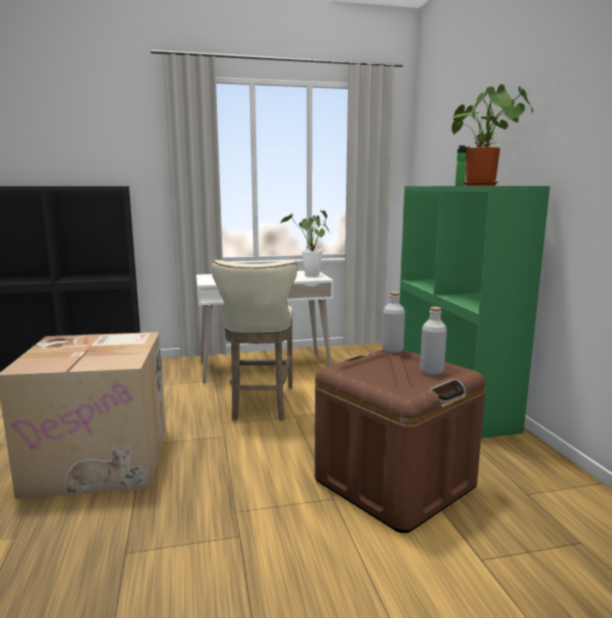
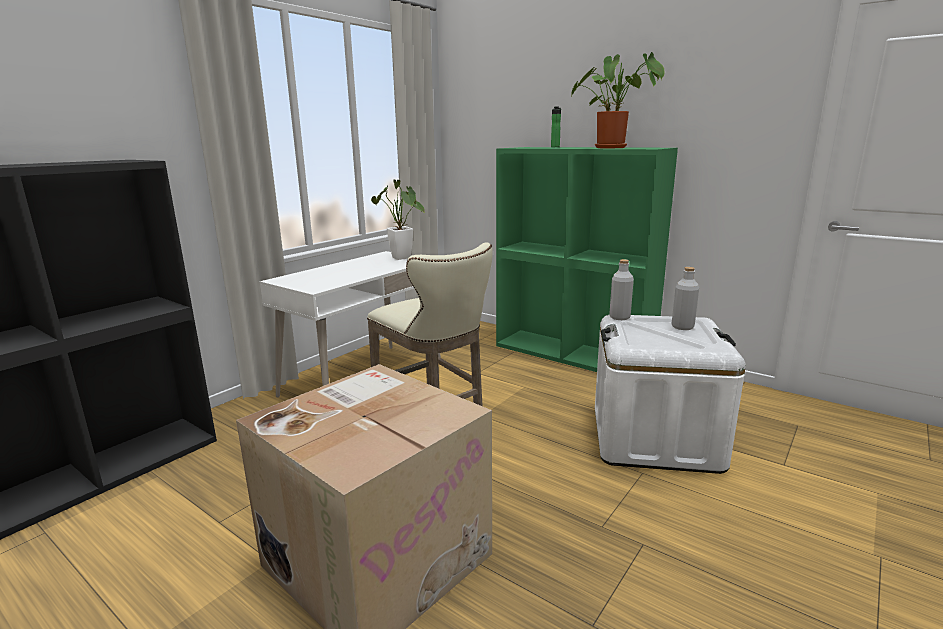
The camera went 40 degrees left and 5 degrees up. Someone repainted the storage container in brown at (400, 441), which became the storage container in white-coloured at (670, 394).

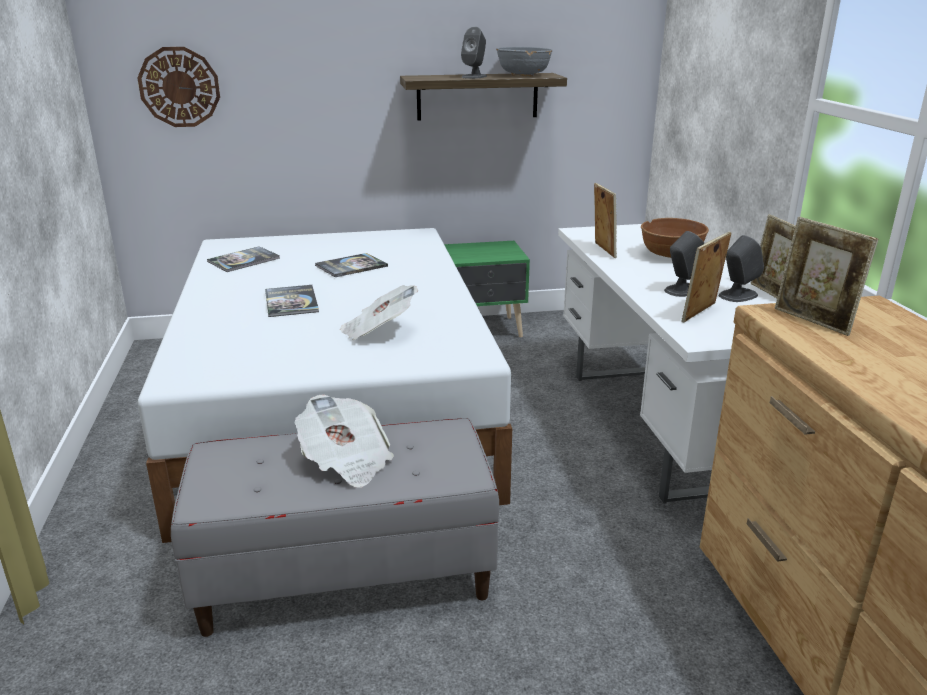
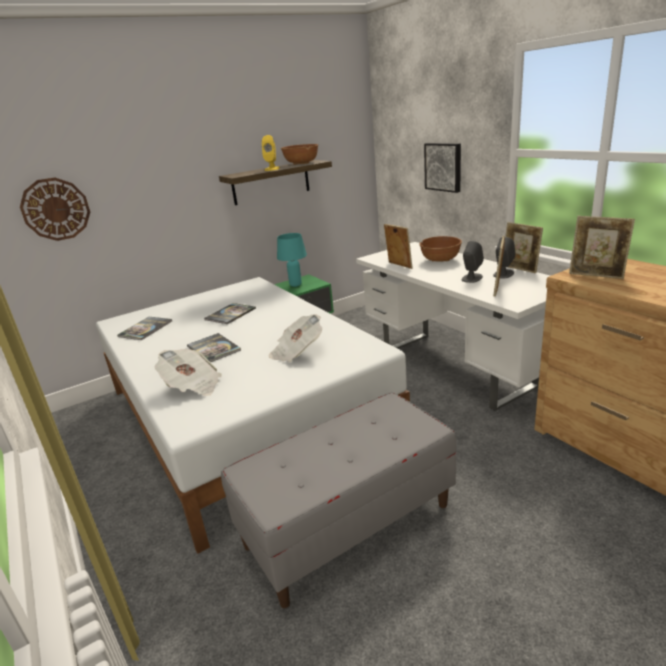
The camera went 20 degrees left and 0 degrees up. Someone put down the tabletop lamp in turquoise at (292, 260). Someone put up the wall art at (442, 168). Someone carried the printed paper from (344, 441) to (188, 372). Someone repainted the loudspeaker in gray at (474, 53), which became the loudspeaker in yellowish at (271, 153). Someone repainted the bowl in gray at (524, 61), which became the bowl in brown at (299, 154).

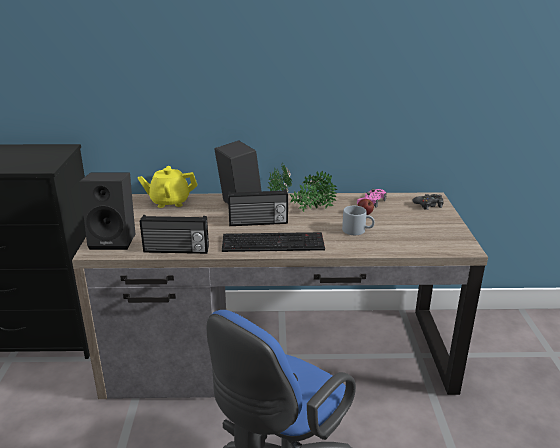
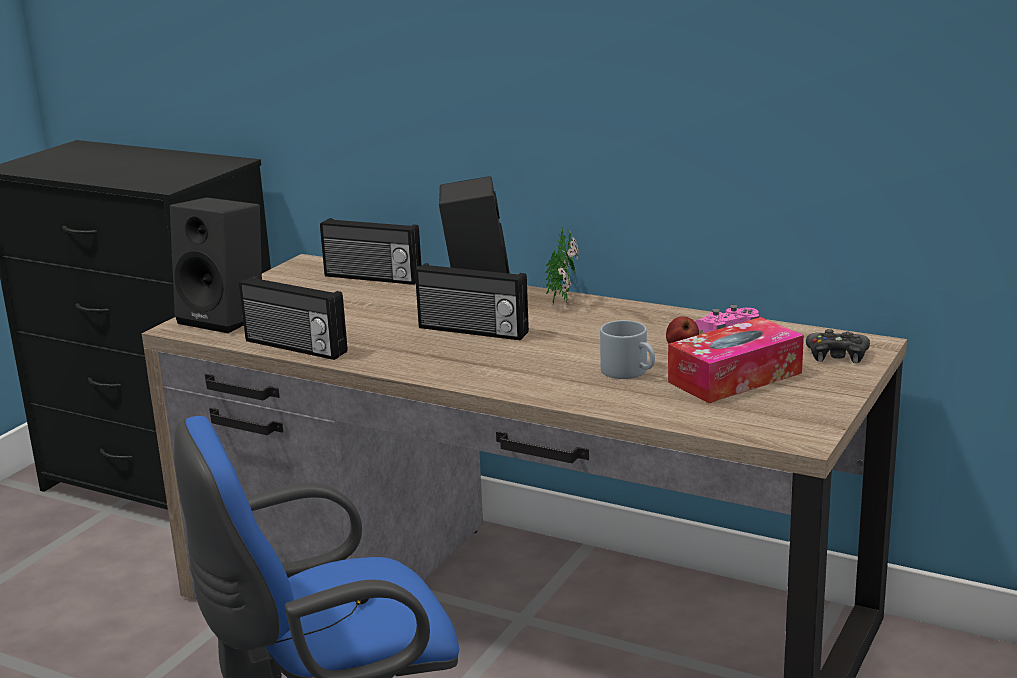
The camera went 30 degrees right and 5 degrees down. Someone took away the computer keyboard at (273, 242). Someone took away the plant in a pot at (313, 191). Someone put down the tissue box at (736, 360). Someone swapped the tea pot in yellowish at (167, 187) for the radio at (370, 251).

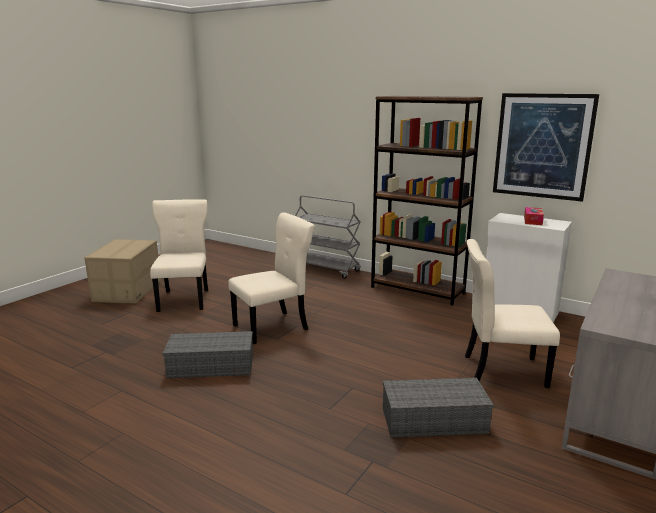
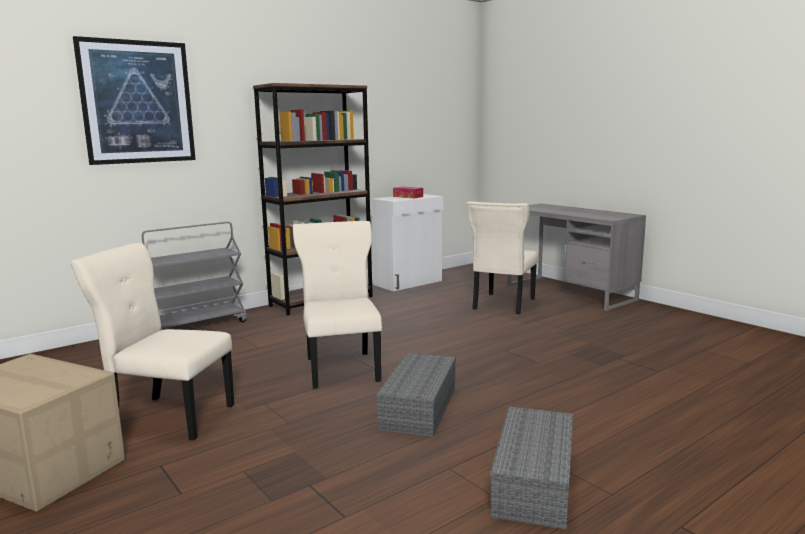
The camera went 70 degrees left and 5 degrees down. Someone carried the storage container in gray from (438, 408) to (531, 468). Someone carried the wall art from (546, 147) to (134, 100).

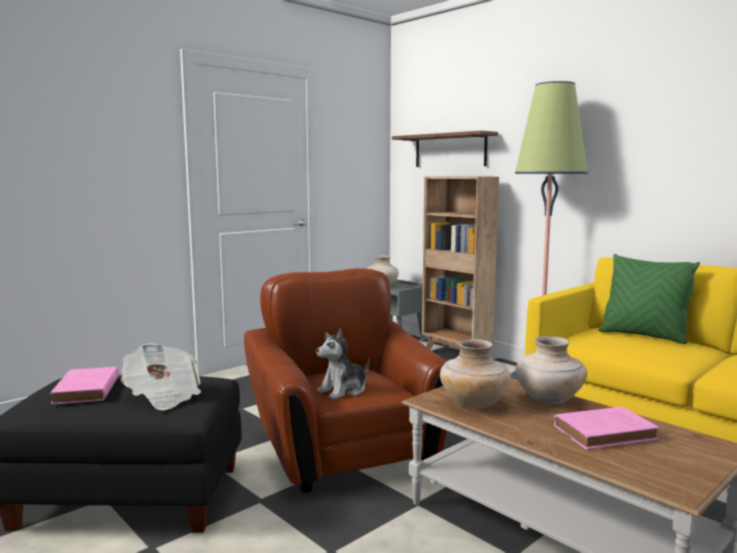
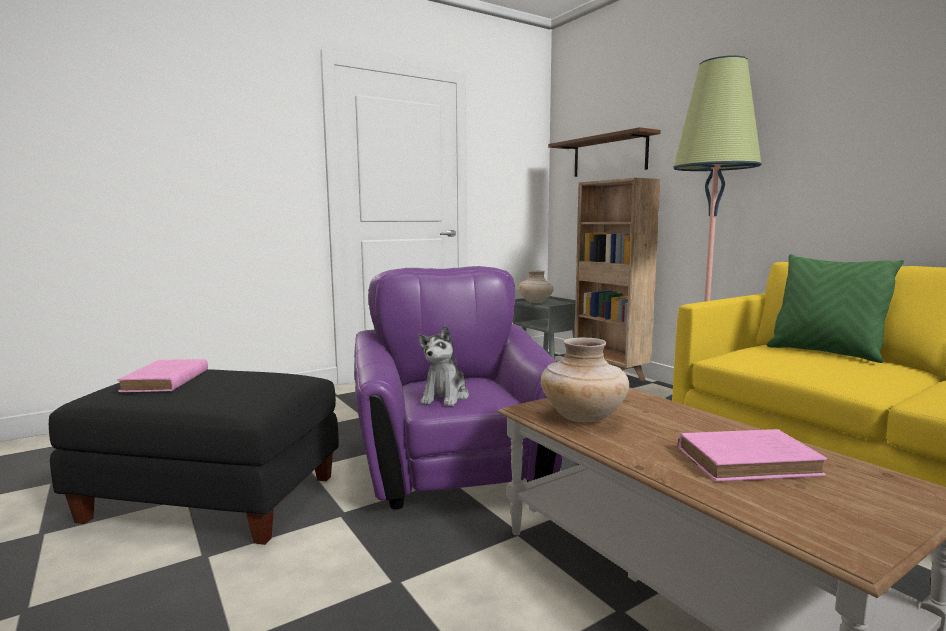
The camera went 10 degrees right and 0 degrees up. Someone took away the printed paper at (161, 377). Someone took away the decorative vase in beige-coloured at (551, 370). Someone repainted the easy chair in brown at (345, 380), which became the easy chair in purple at (458, 388). Someone rotated the soft toy at (343, 364) by 45 degrees counterclockwise.

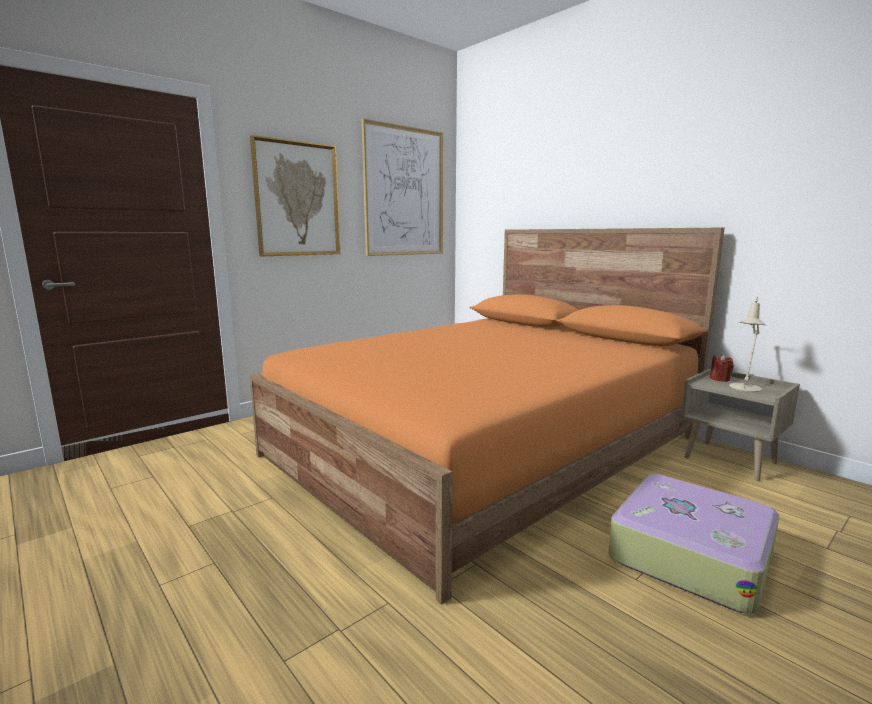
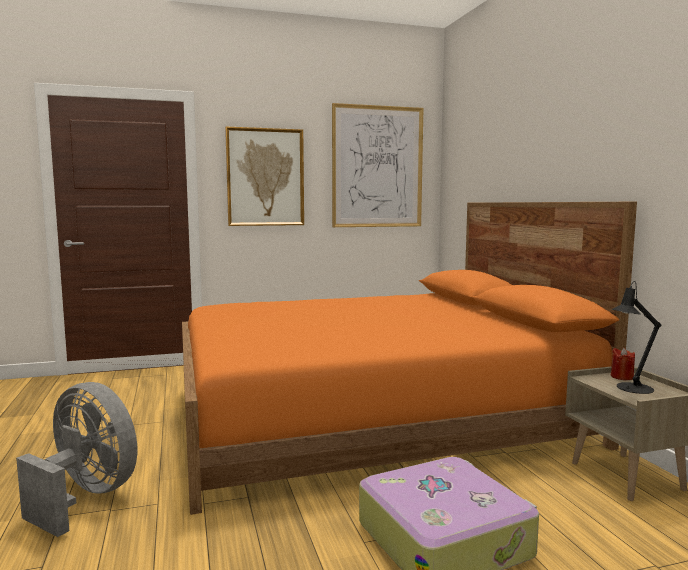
The camera went 25 degrees right and 5 degrees down. Someone put down the cooling fan in gray at (76, 459). Someone repainted the tabletop lamp in beige-coloured at (747, 344), which became the tabletop lamp in blackish at (636, 337).

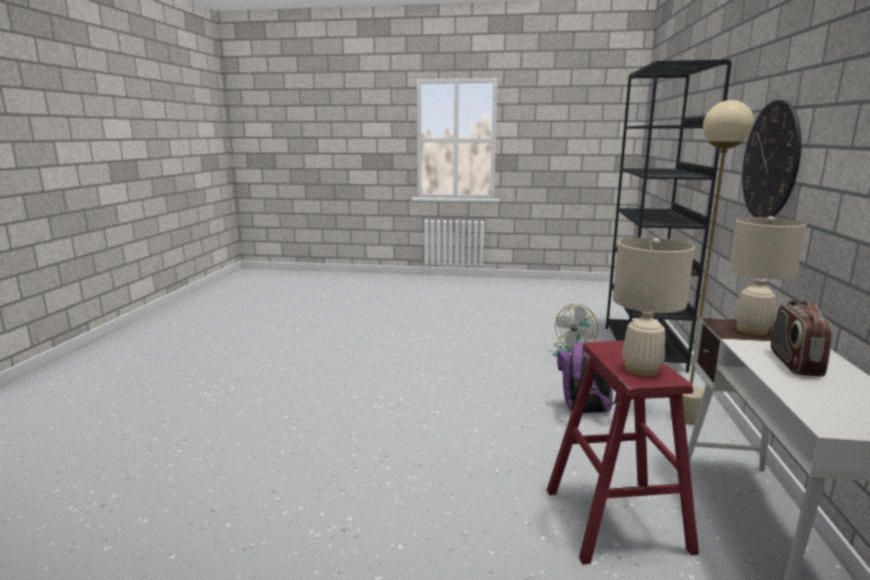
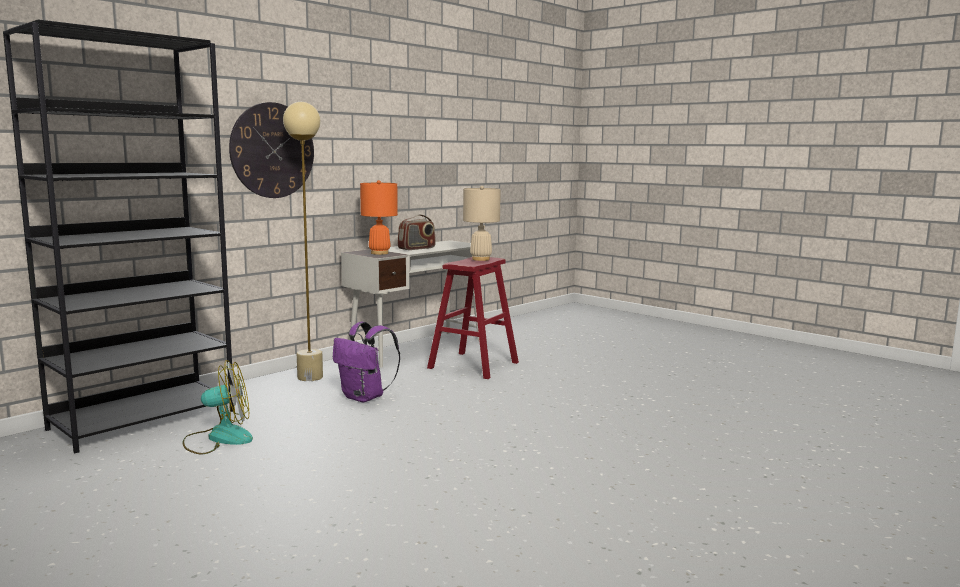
The camera went 145 degrees left and 5 degrees down. Someone repainted the tabletop lamp in beige-coloured at (768, 275), which became the tabletop lamp in orange at (379, 217).

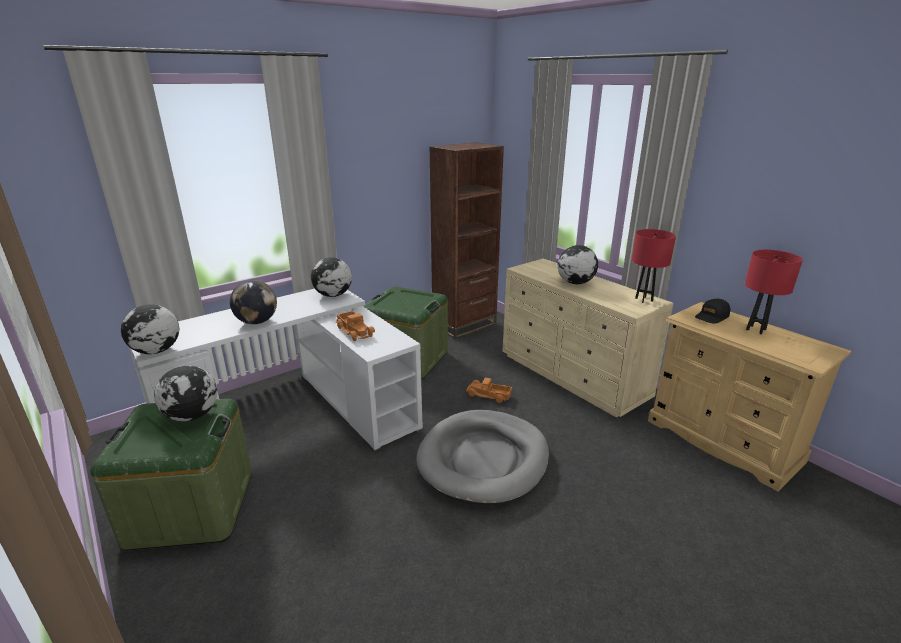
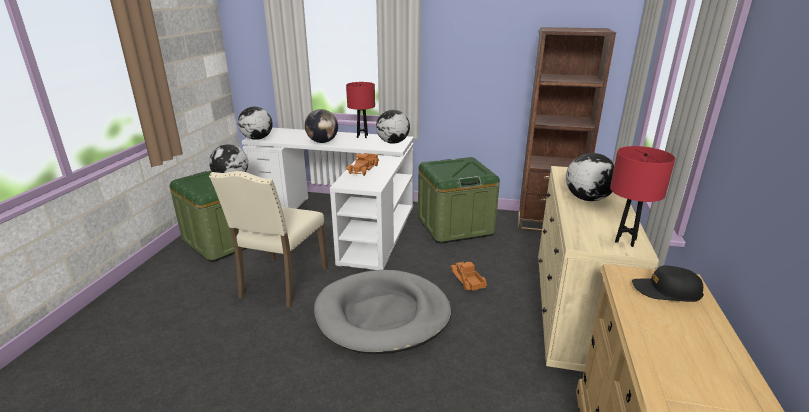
The camera went 50 degrees right and 0 degrees up. Someone put down the plain chair in beige-coloured at (268, 239). Someone carried the tabletop lamp in red from (774, 292) to (360, 110).

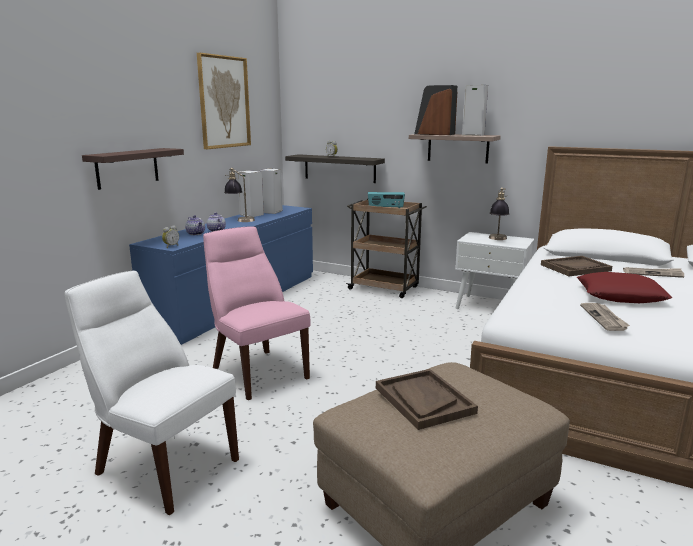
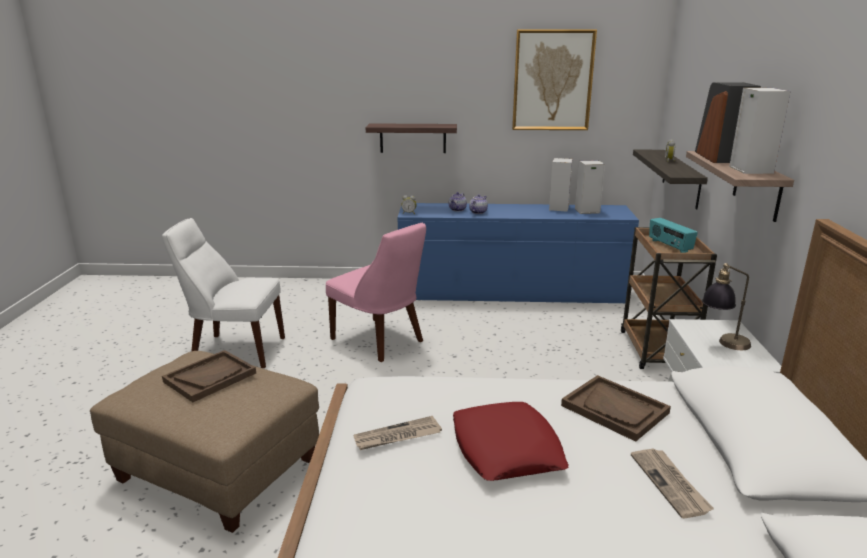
The camera went 65 degrees right and 5 degrees up. Someone took away the tabletop lamp at (239, 195). Someone rotated the plain chair in white-coloured at (152, 392) by 90 degrees counterclockwise. Someone rotated the plain chair in pinkish at (257, 313) by 105 degrees clockwise.

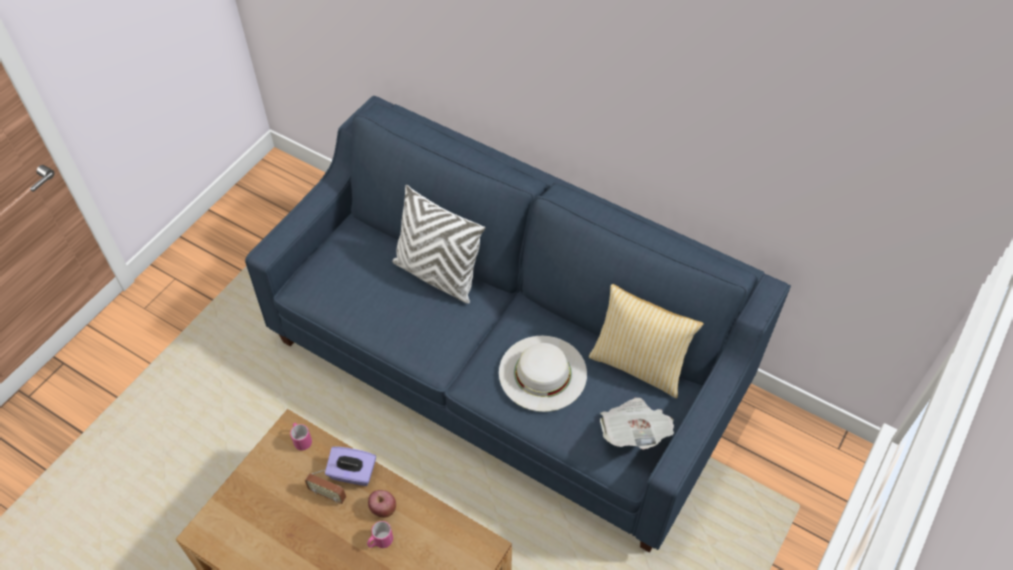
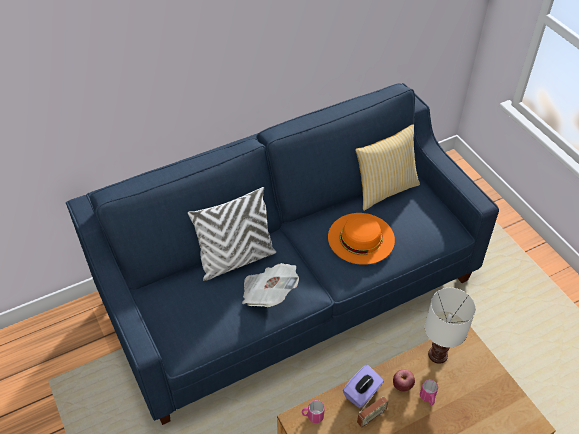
The camera went 60 degrees left and 5 degrees down. Someone put down the tabletop lamp in white-coloured at (450, 326). Someone carried the printed paper from (637, 423) to (270, 285). Someone repainted the wearable hat in white-coloured at (543, 374), which became the wearable hat in orange at (361, 239).

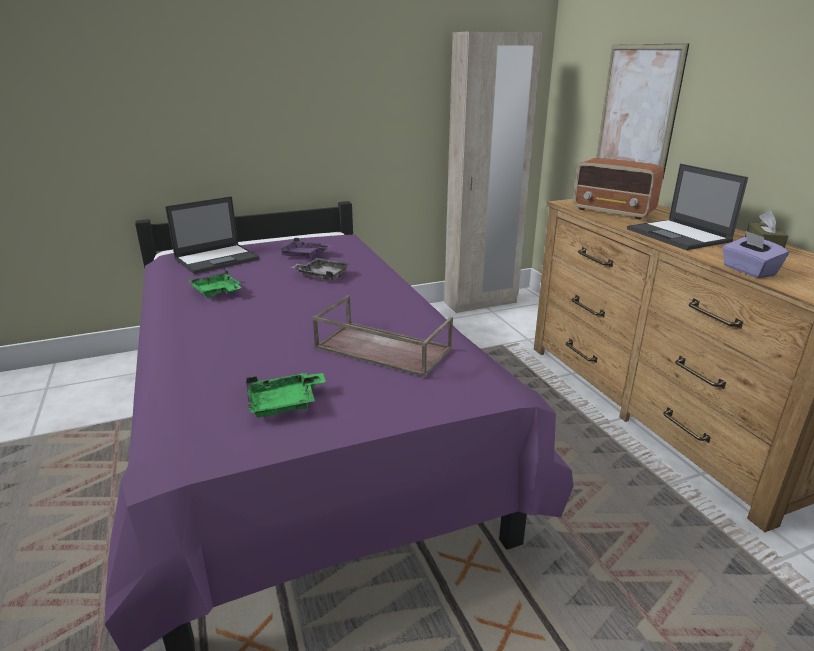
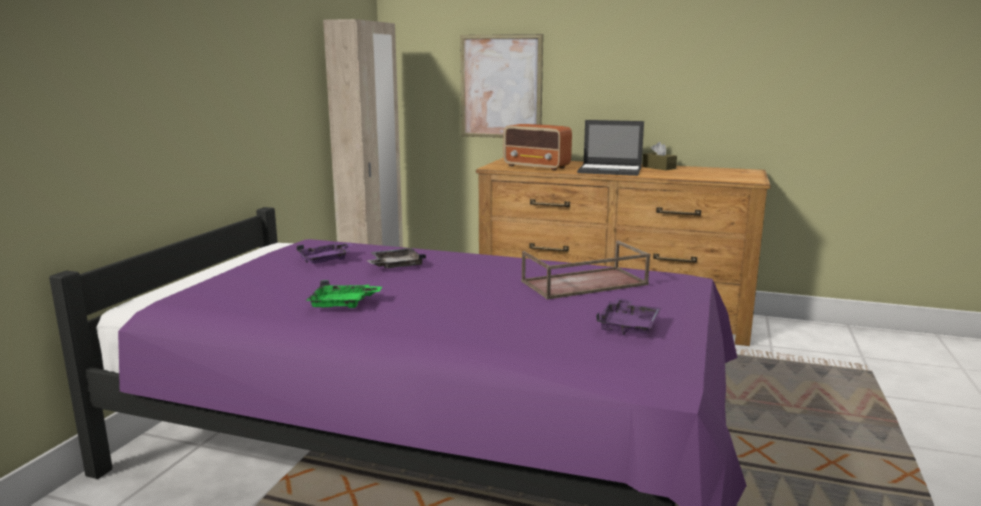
The camera went 50 degrees left and 10 degrees down. Someone took away the portable computer at (212, 235). Someone took away the tissue box in purple at (755, 254). Someone repainted the tray in greenish at (286, 395), which became the tray in purple at (628, 316). Someone rotated the radio at (618, 188) by 45 degrees clockwise.

